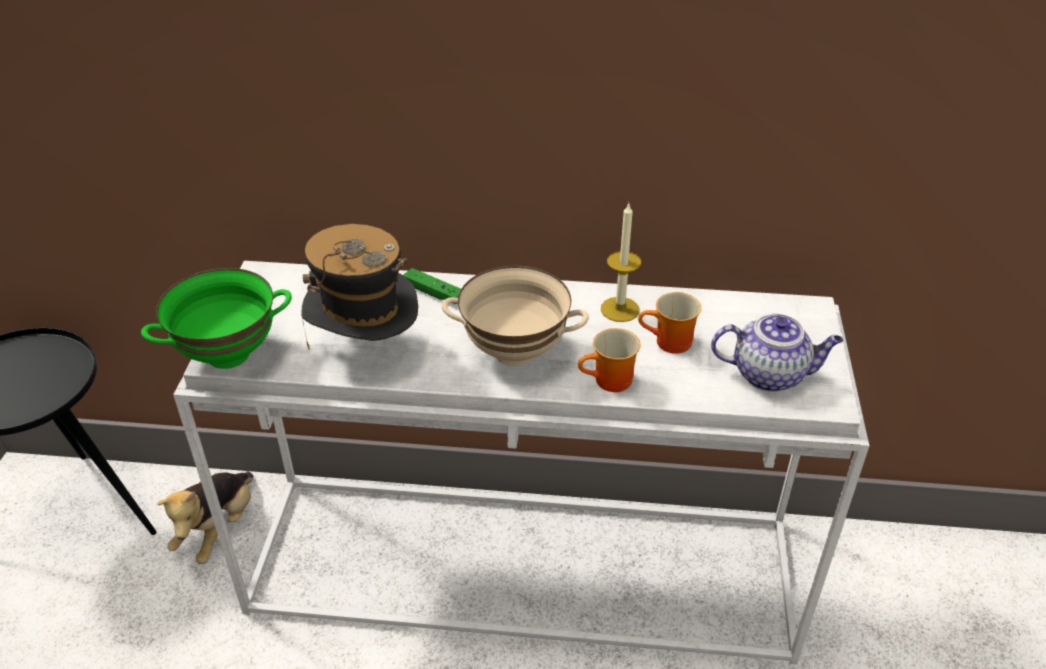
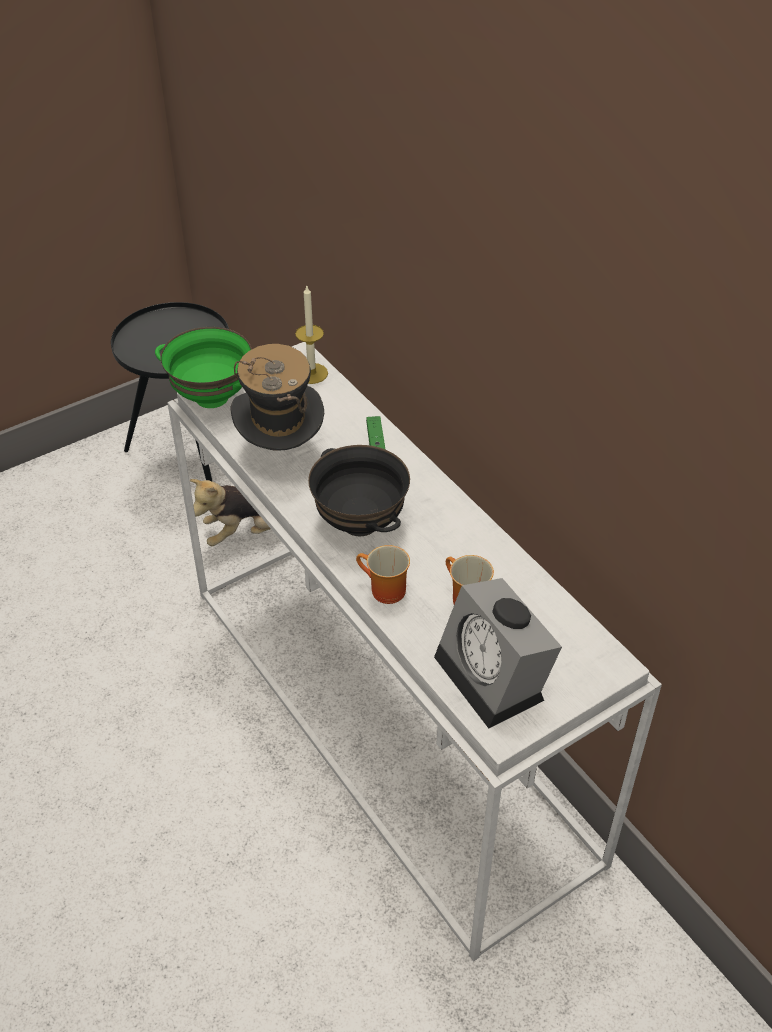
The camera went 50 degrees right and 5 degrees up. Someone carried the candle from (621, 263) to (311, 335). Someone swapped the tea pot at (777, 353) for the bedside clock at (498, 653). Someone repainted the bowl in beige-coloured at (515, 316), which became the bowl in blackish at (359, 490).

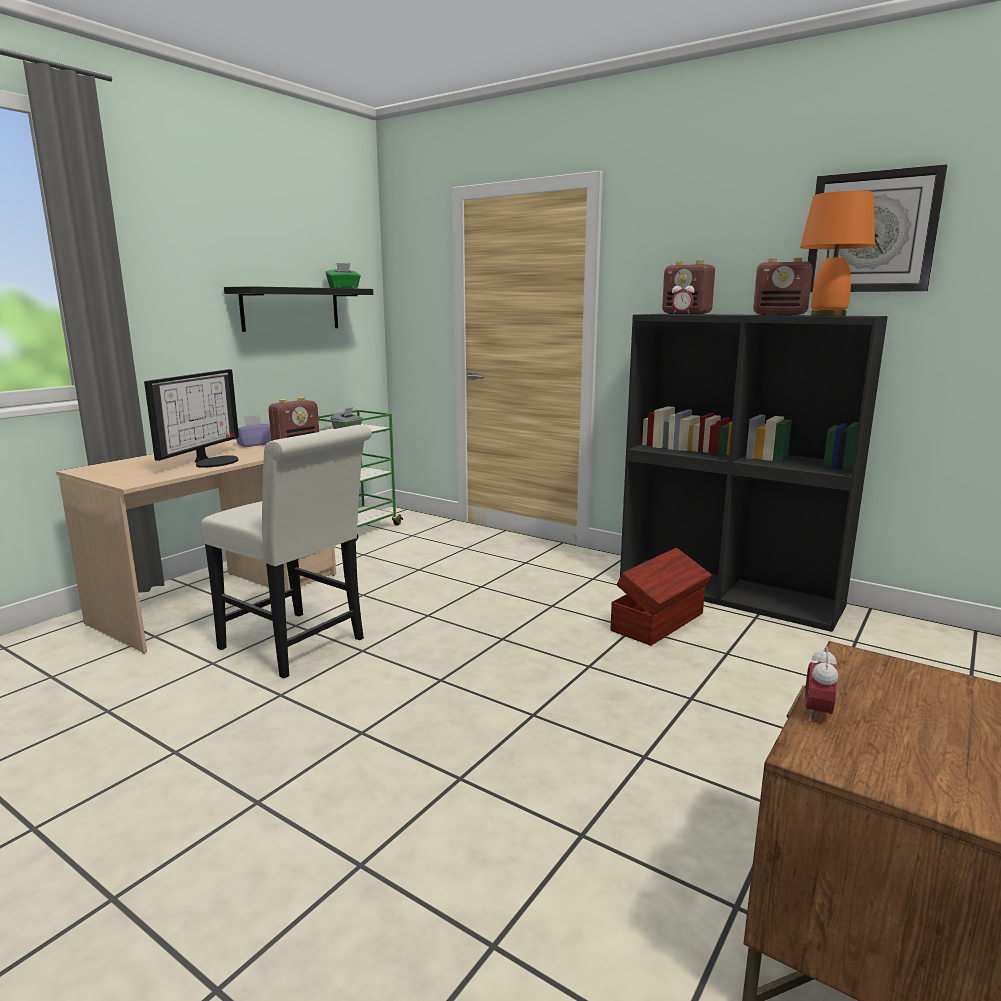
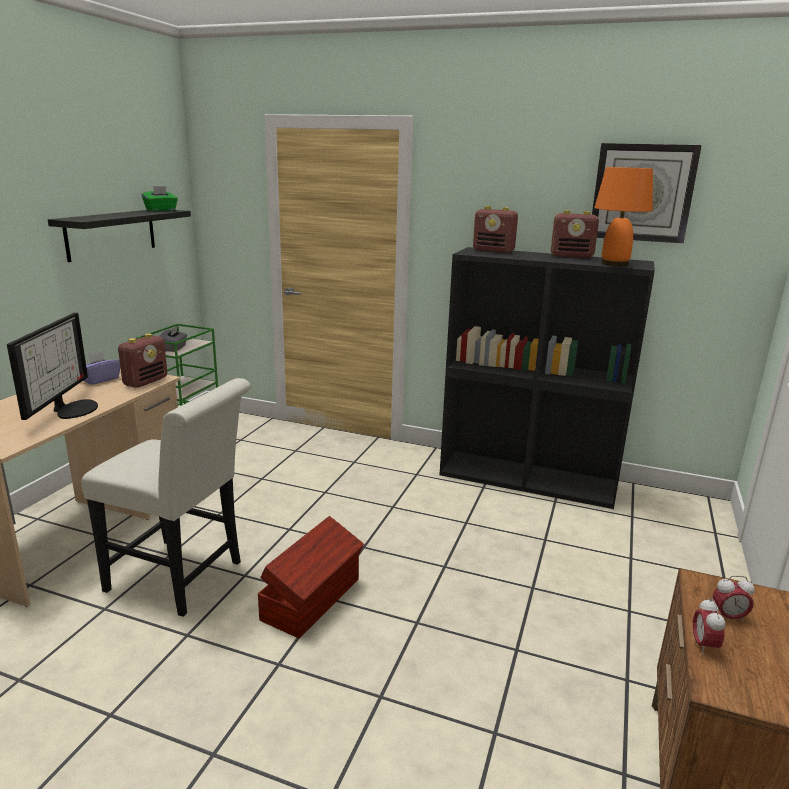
The camera went 15 degrees left and 5 degrees up. Someone carried the storage container in brown from (661, 597) to (311, 577). Someone carried the bedside clock from (683, 298) to (734, 599).

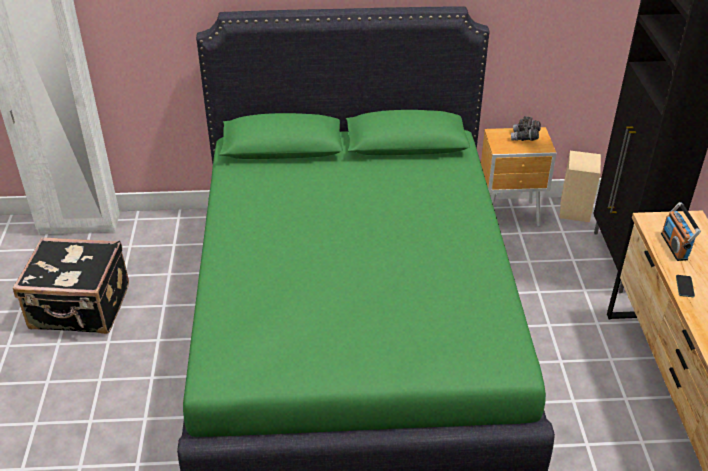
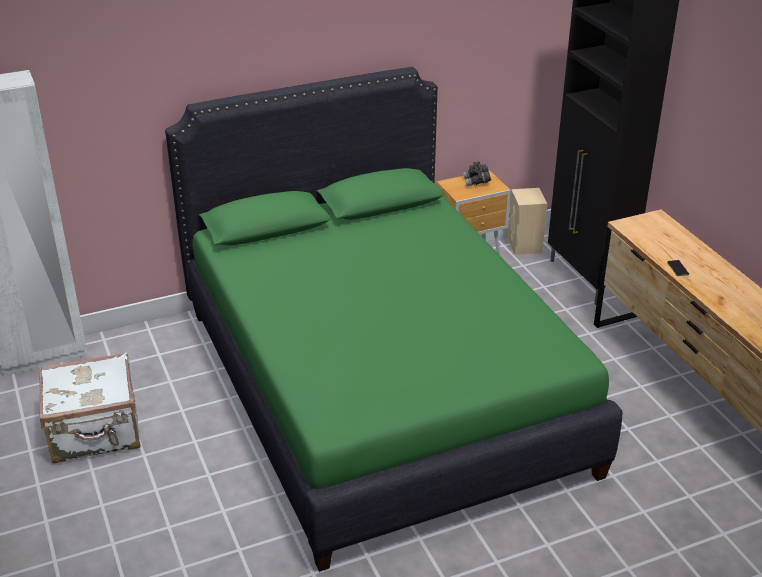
The camera went 20 degrees left and 5 degrees down. Someone took away the radio at (681, 231). Someone repainted the piece of luggage in blackish at (71, 285), which became the piece of luggage in white-coloured at (90, 407).

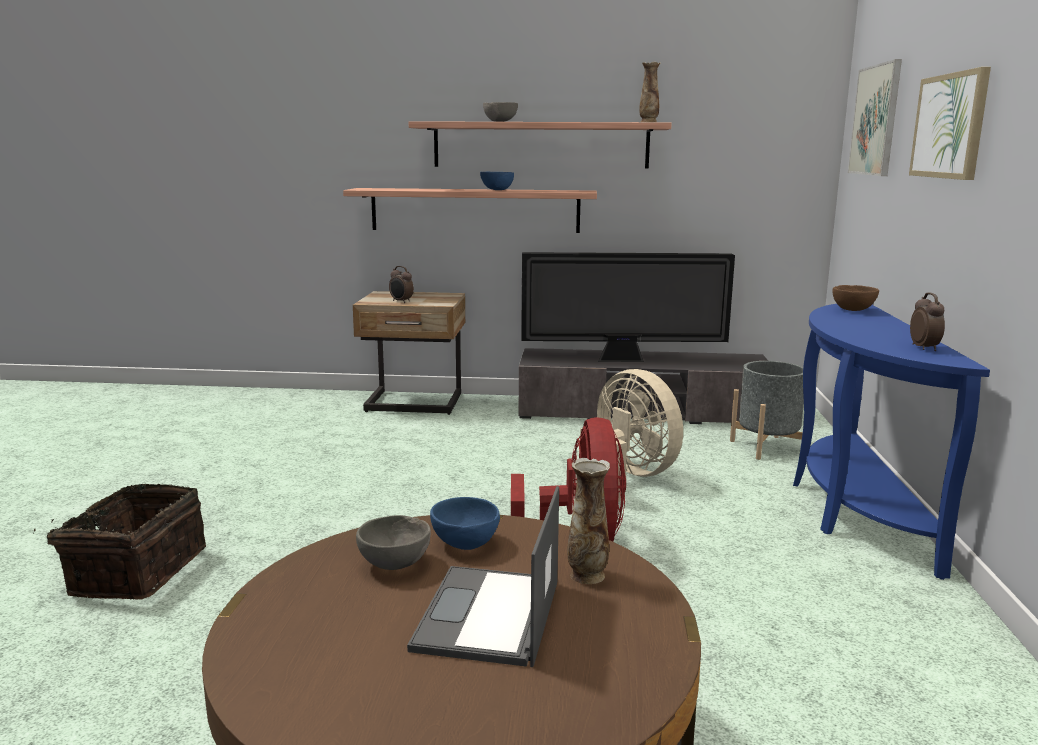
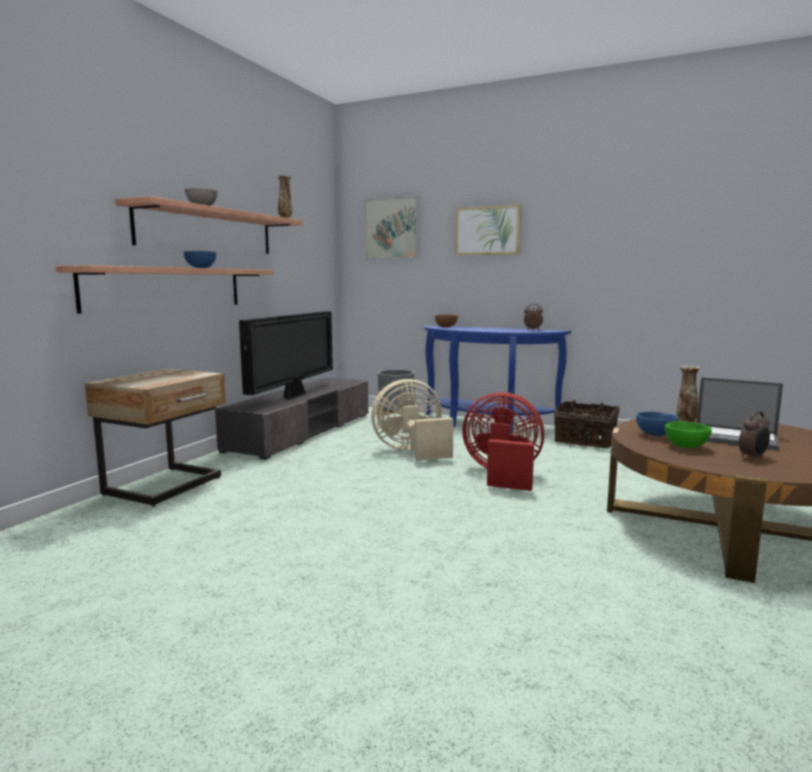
The camera went 70 degrees left and 5 degrees down. Someone carried the basket from (119, 542) to (587, 424). Someone carried the bedside clock from (401, 284) to (754, 435). Someone repainted the bowl in gray at (393, 542), which became the bowl in greenish at (688, 434).

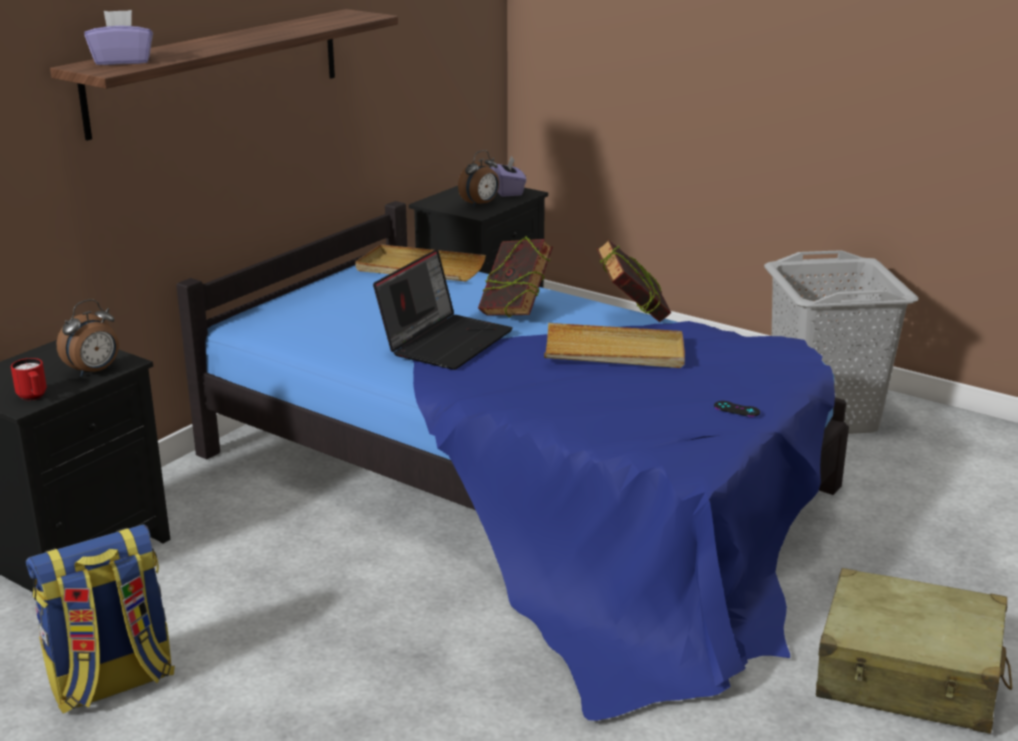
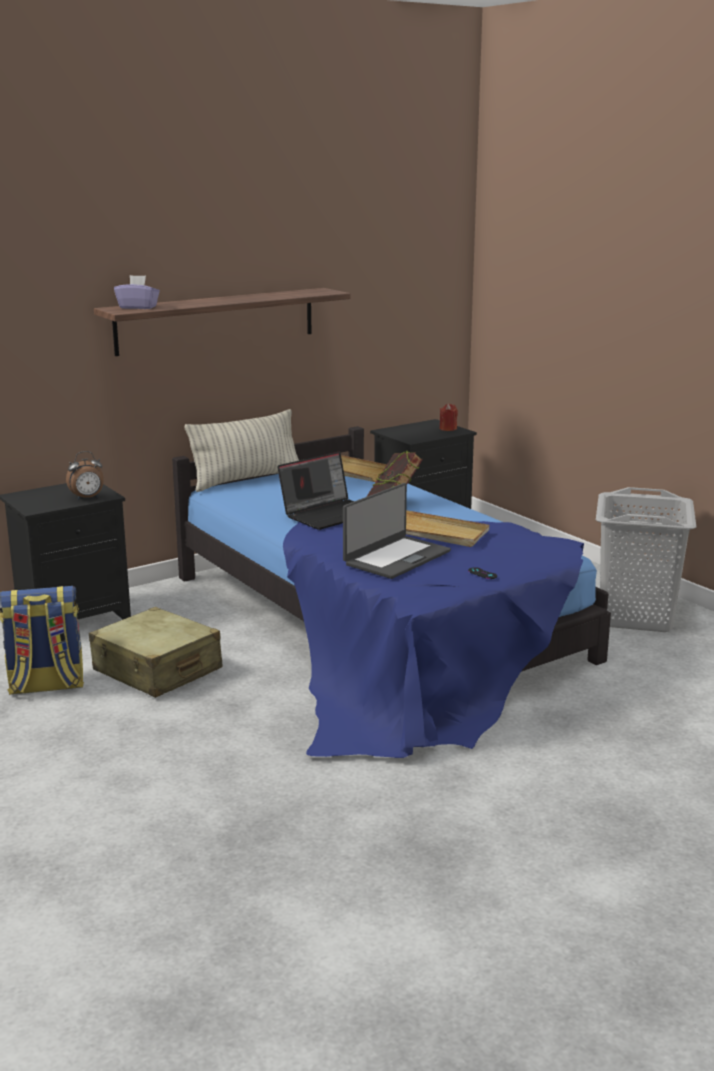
The camera went 20 degrees right and 5 degrees down. Someone took away the coffee mug in red at (29, 379). Someone took away the bedside clock at (478, 178). Someone took away the bound book at (634, 280). Someone put down the throw pillow at (242, 450). Someone put down the portable computer at (397, 531). Someone carried the piece of luggage in beige-coloured from (914, 651) to (156, 652). Someone swapped the tissue box in purple at (508, 176) for the candle in red at (449, 417).

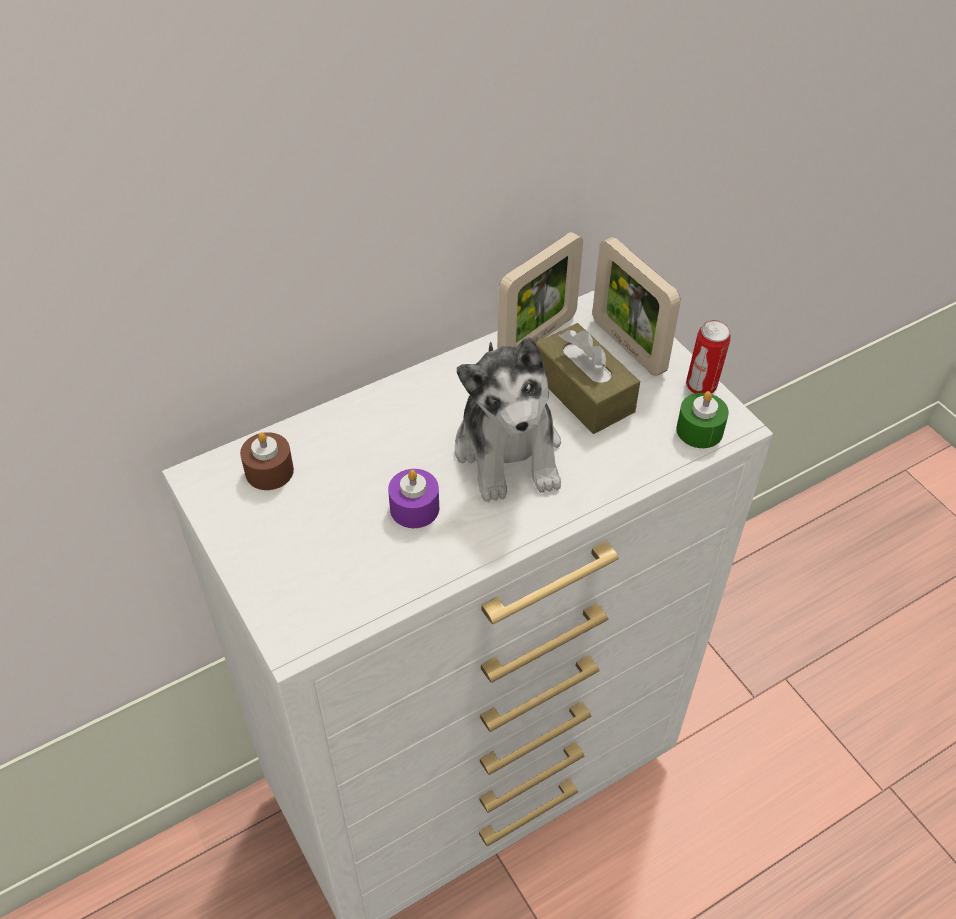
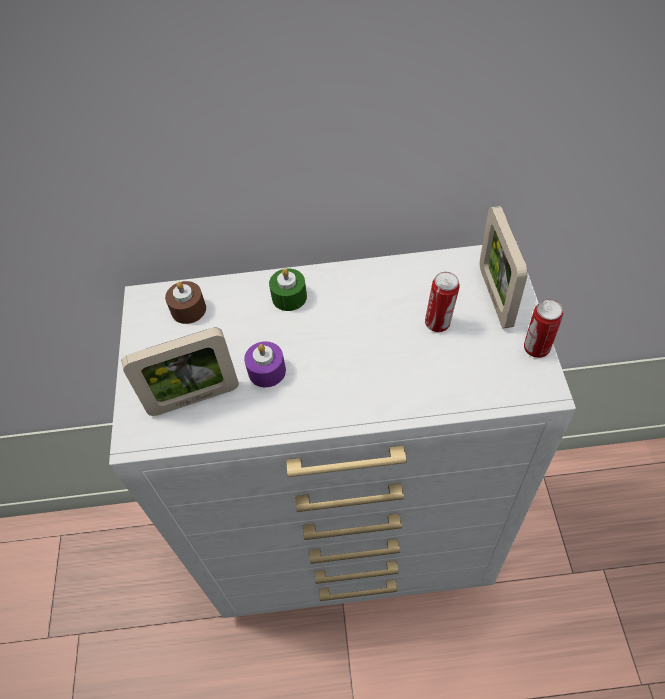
The camera went 30 degrees right and 5 degrees up. Someone took away the soft toy at (508, 419). Someone carried the standing frame from (540, 290) to (180, 372). Someone carried the candle in greenish from (702, 419) to (288, 289). Someone swapped the tissue box in brown at (588, 378) for the metal can at (442, 302).

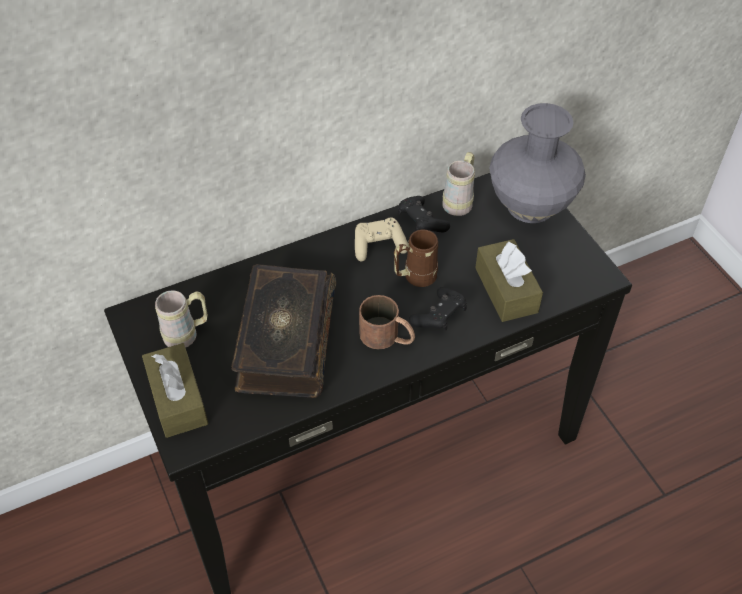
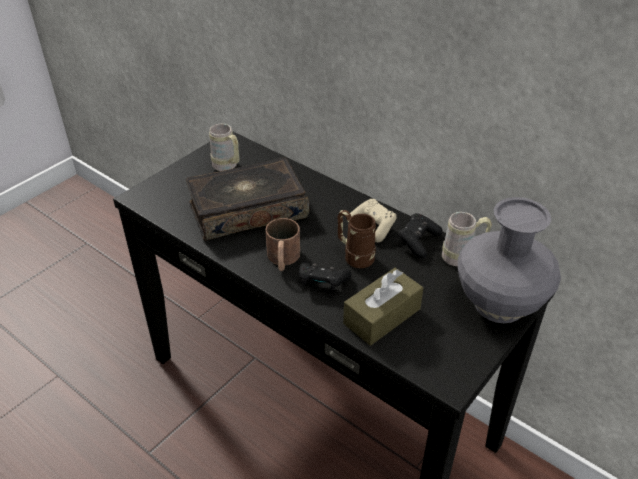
The camera went 65 degrees right and 10 degrees down. Someone took away the tissue box in brown at (175, 390).

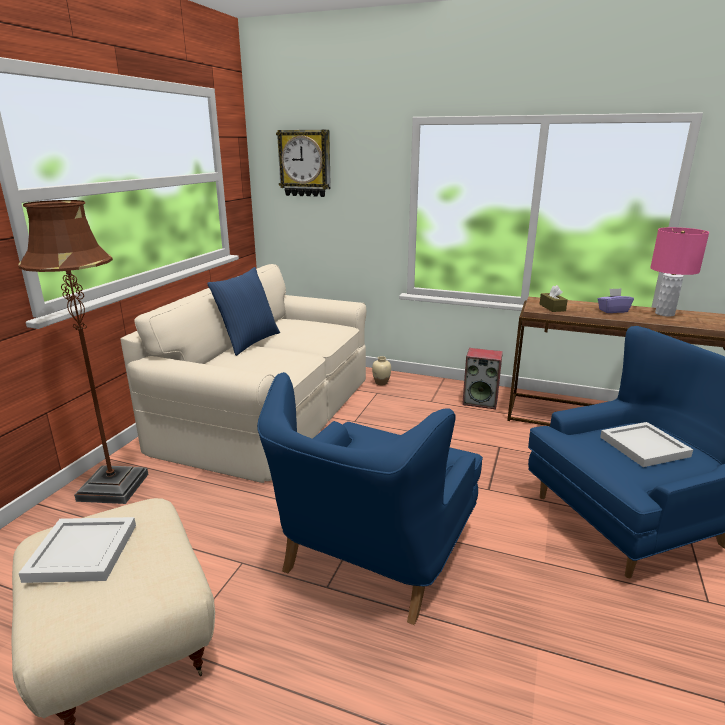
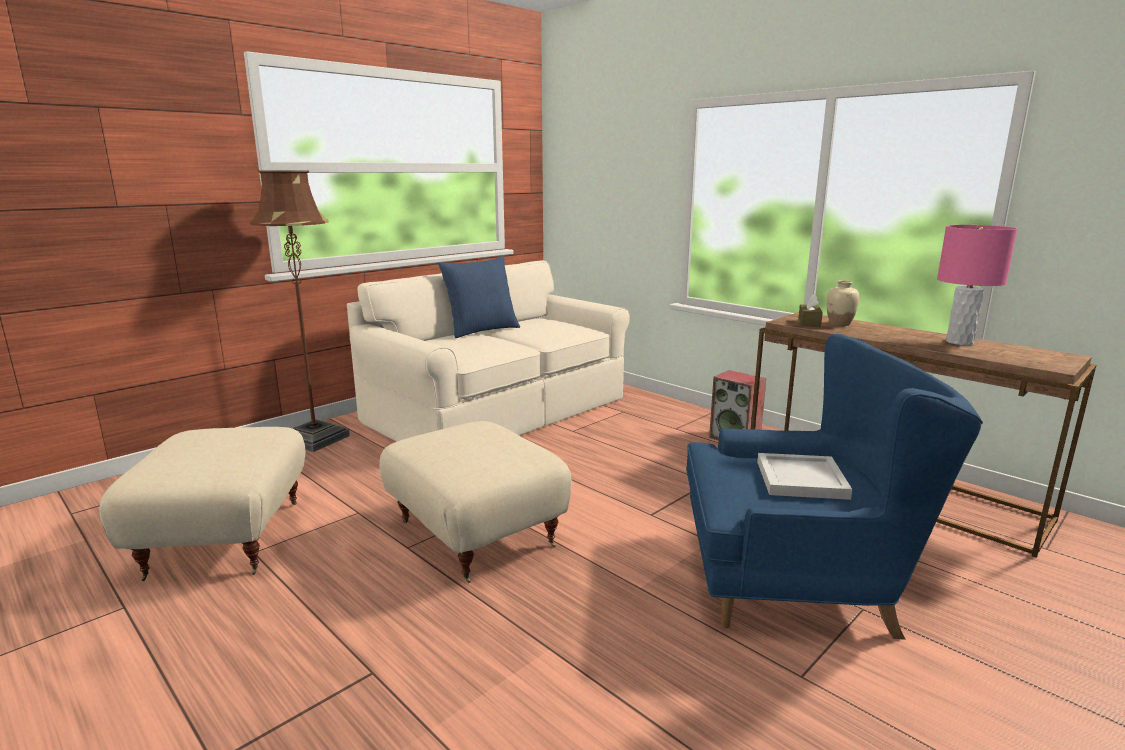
The camera went 25 degrees right and 5 degrees down. Someone took away the tray in white-coloured at (77, 550). Someone took away the hanging clock at (303, 163). Someone took away the tissue box in purple at (616, 300). Someone carried the decorative vase in beige-coloured from (381, 370) to (843, 303). Someone swapped the easy chair in blue-coloured at (370, 498) for the pouffe in beige-coloured at (475, 502).

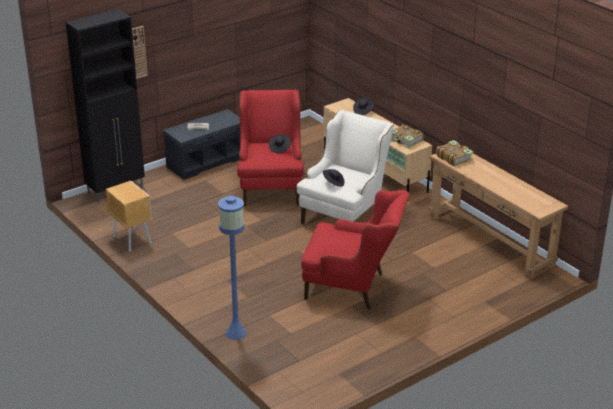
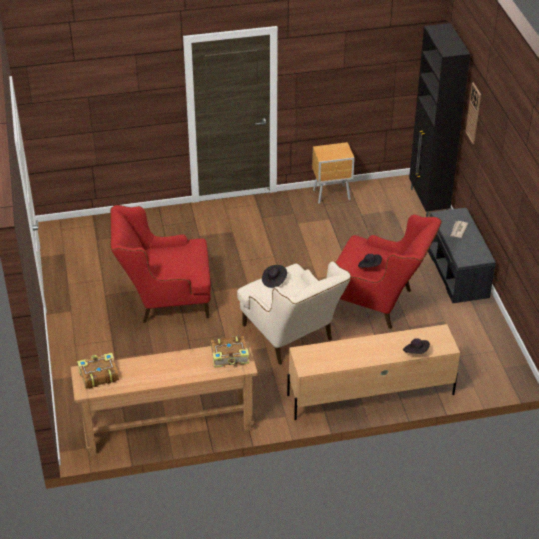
The camera went 115 degrees right and 10 degrees up. Someone took away the floor lamp in blue-coloured at (232, 268). Someone carried the bound book from (407, 137) to (98, 371). Someone rotated the easy chair in red at (355, 249) by 45 degrees clockwise.

